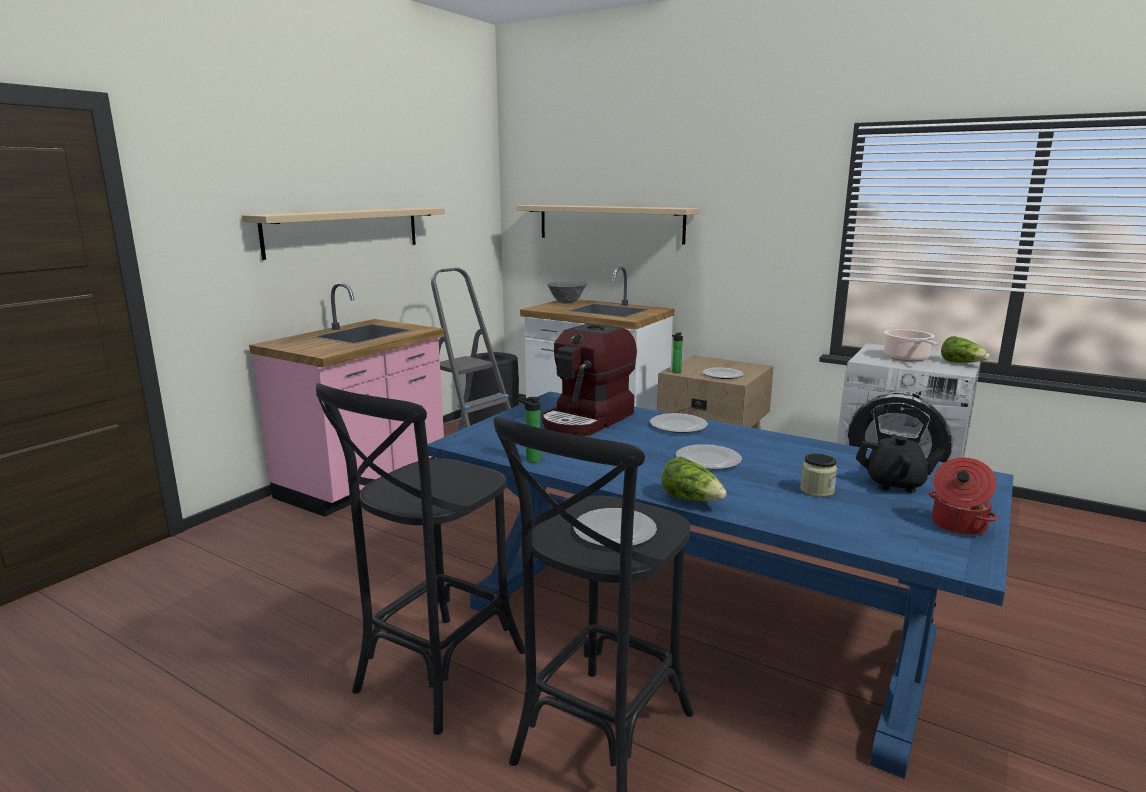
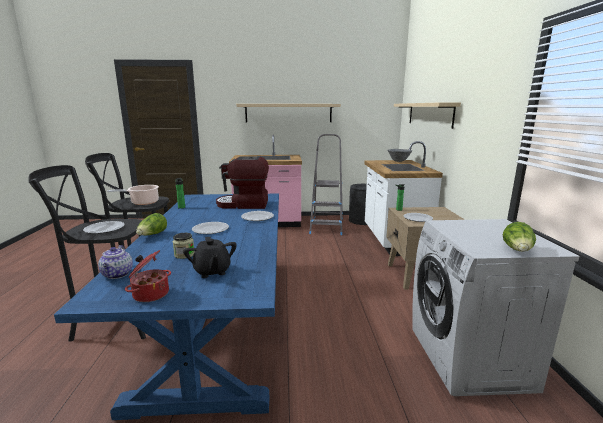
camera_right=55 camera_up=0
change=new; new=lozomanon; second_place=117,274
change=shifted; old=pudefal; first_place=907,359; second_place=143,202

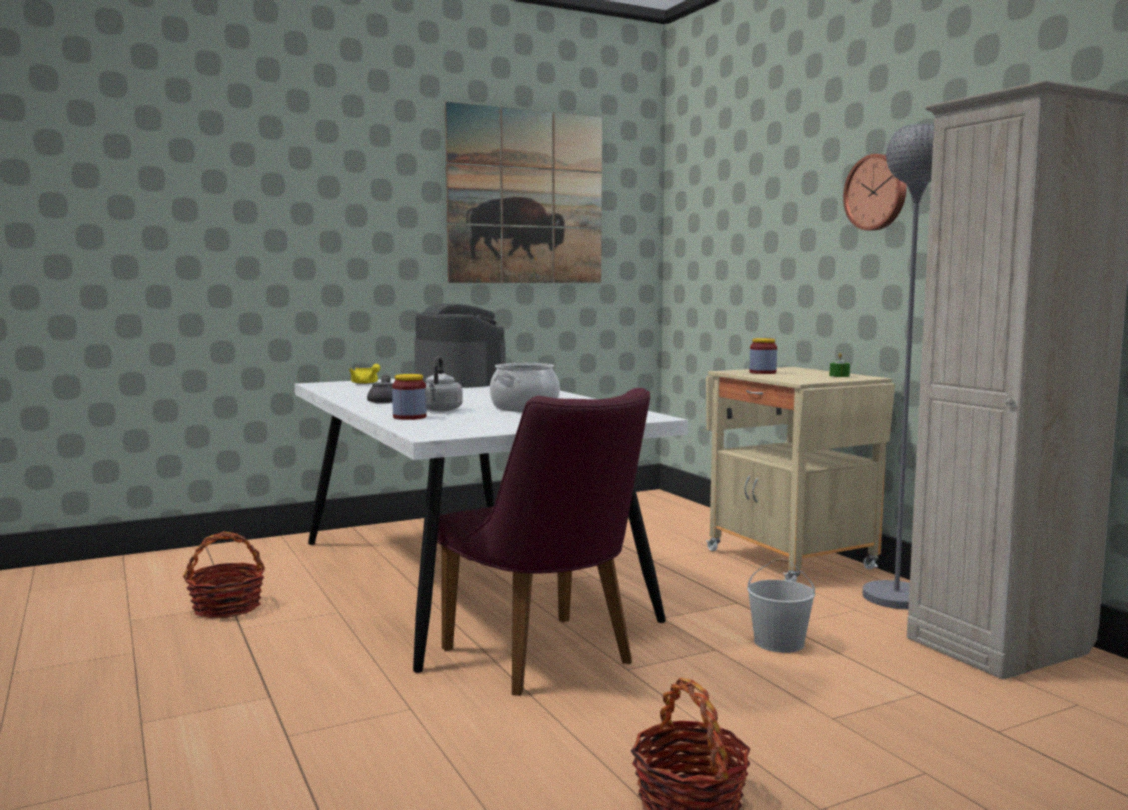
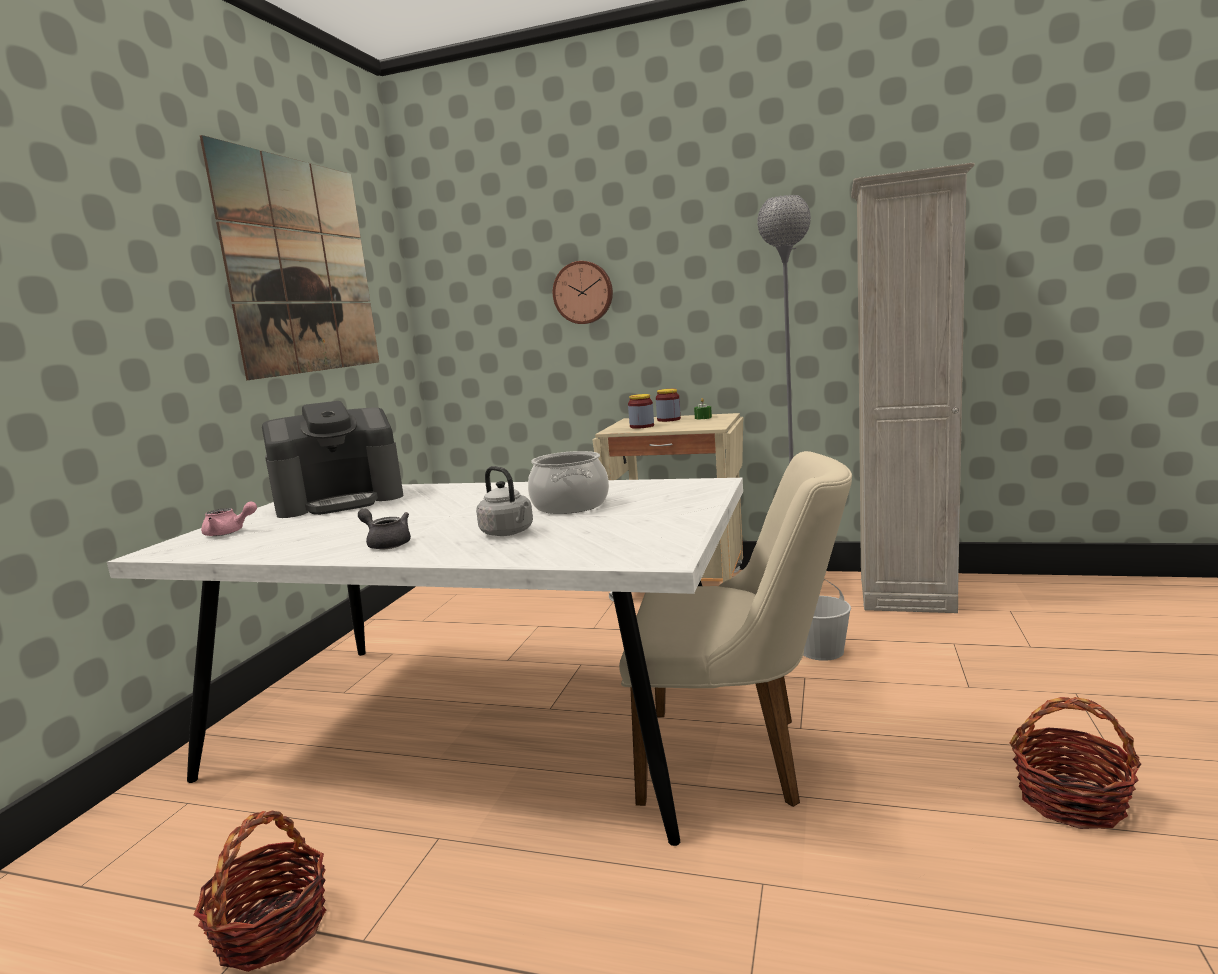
camera_right=-45 camera_up=5
change=shifted; old=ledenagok; first_place=409,417; second_place=668,419
change=shifted; old=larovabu; first_place=877,192; second_place=583,292
change=repainted; old=yellow lozomanon; new=pink lozomanon; first_place=366,383; second_place=229,532
change=repainted; old=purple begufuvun; new=beige begufuvun; first_place=548,660; second_place=739,757
change=rotated; old=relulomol; first_place=459,382; second_place=340,501; degrees=150

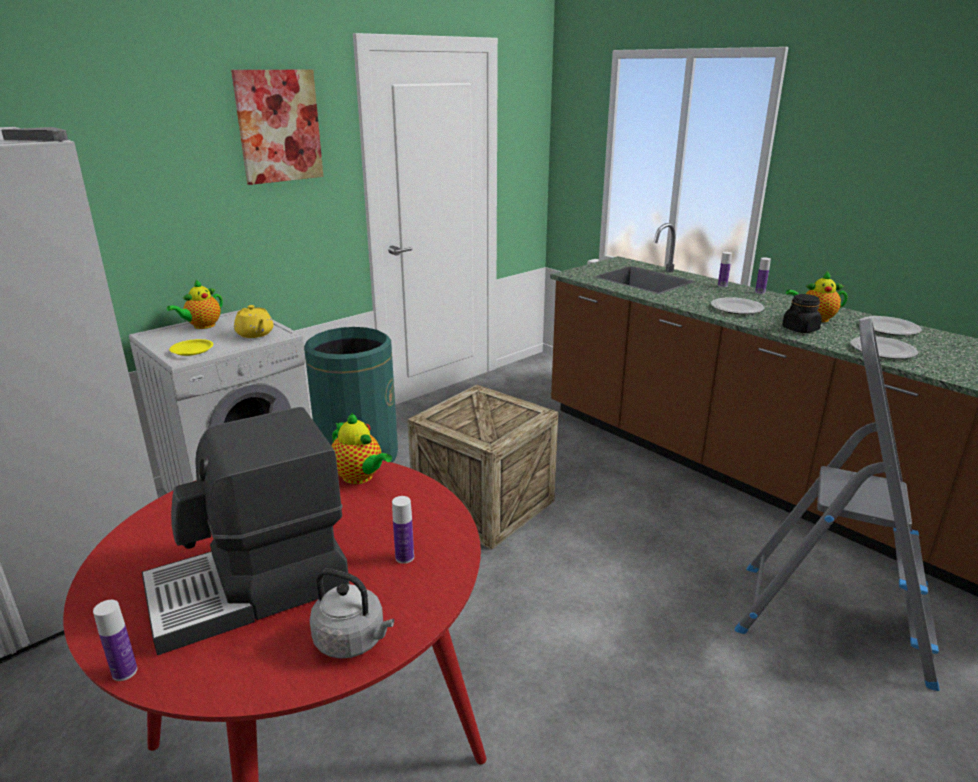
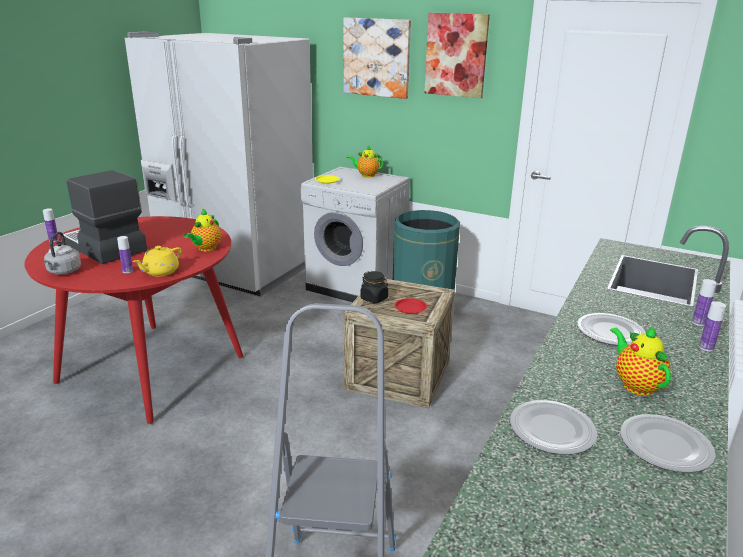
camera_right=70 camera_up=0
change=new; new=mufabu; second_place=377,57
change=new; new=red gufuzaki; second_place=410,308
change=shifted; old=yellow lozomanon; first_place=255,334; second_place=160,272
change=shifted; old=black ledenagok; first_place=800,329; second_place=374,298

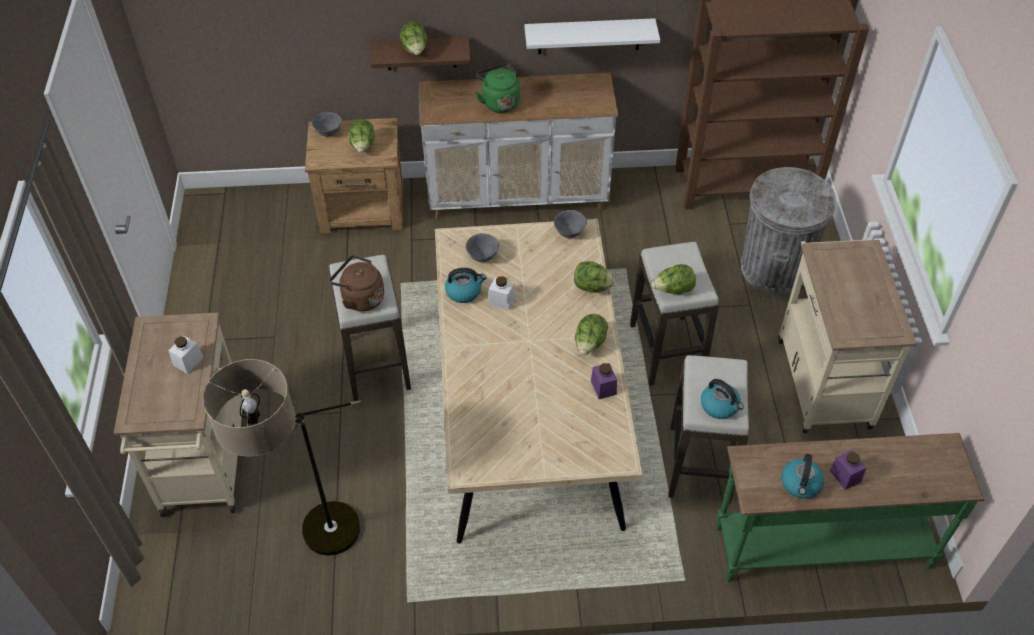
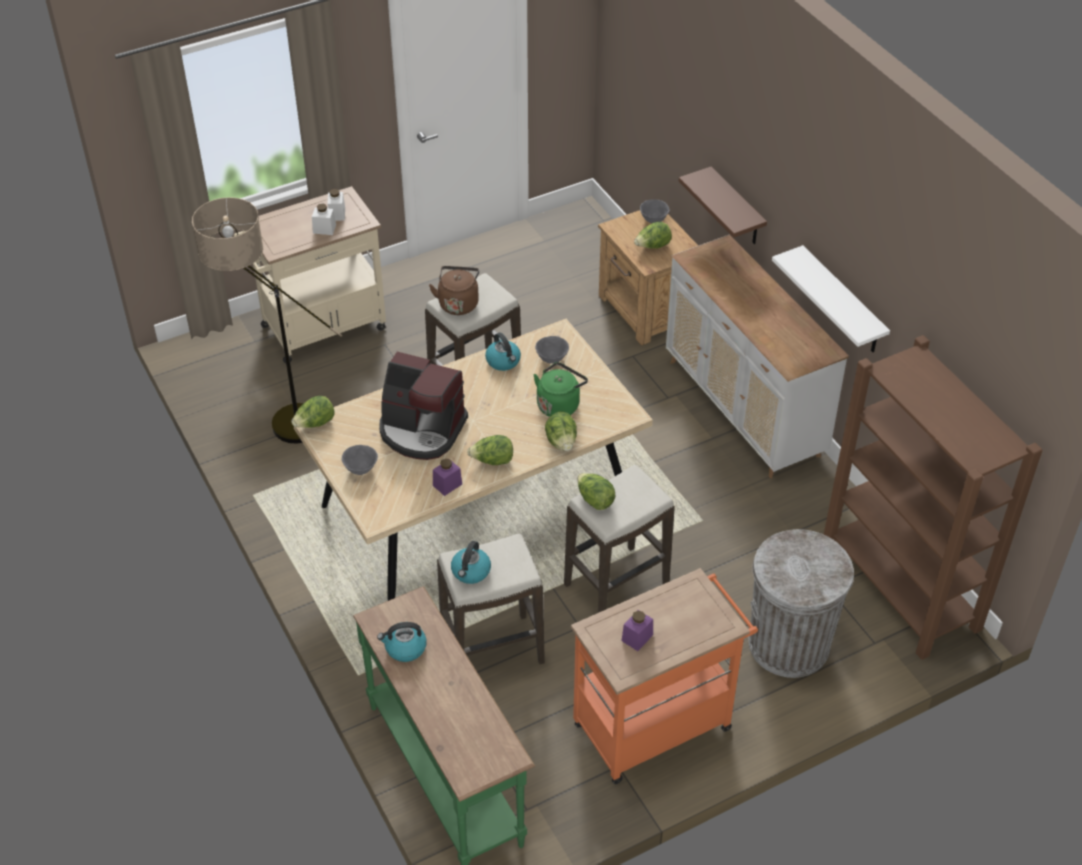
camera_right=65 camera_up=-5
change=new; new=relulomol; second_place=422,430
change=shifted; old=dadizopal; first_place=415,50; second_place=315,424
change=shifted; old=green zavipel; first_place=499,102; second_place=559,404
change=shifted; old=white ledenagok; first_place=501,300; second_place=337,214
change=shifted; old=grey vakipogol; first_place=569,233; second_place=361,469
change=shifted; old=purple ledenagok; first_place=845,476; second_place=637,638
change=repainted; old=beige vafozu; new=orange vafozu; first_place=822,380; second_place=656,725

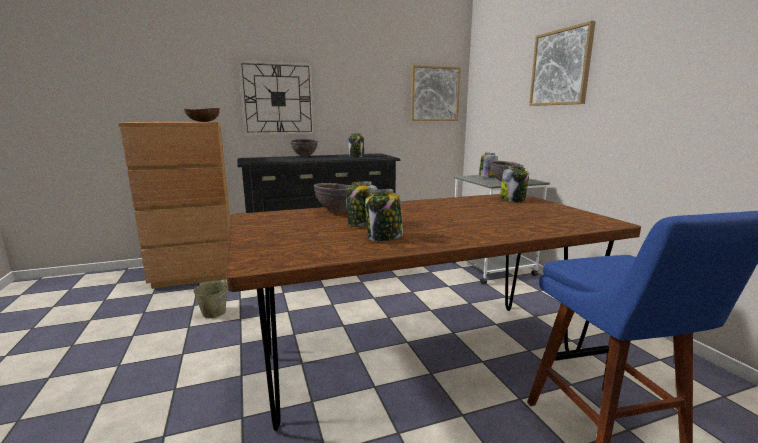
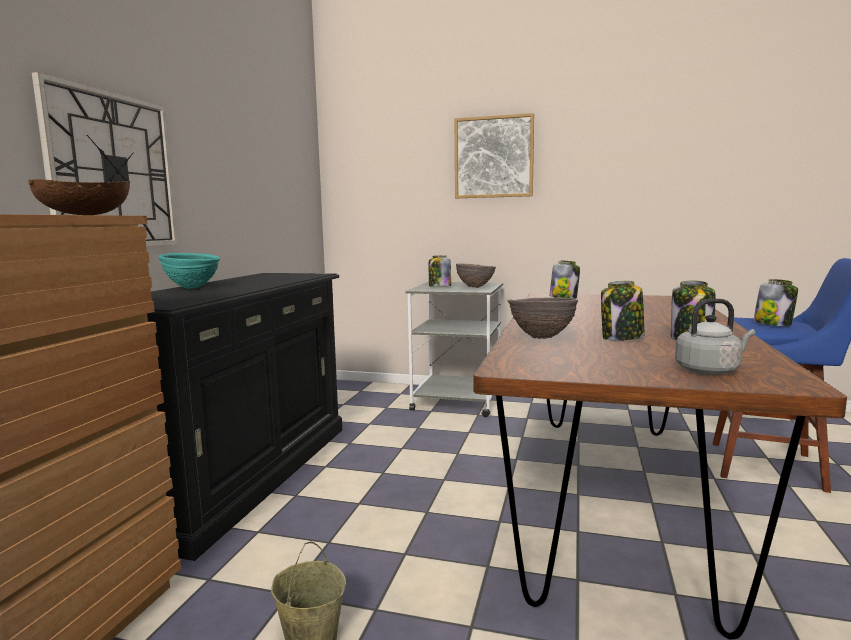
camera_right=-55 camera_up=-5
change=gone; old=mufabu; first_place=434,94
change=new; new=grey zavipel; second_place=710,370
change=shifted; old=ledenagok; first_place=356,156; second_place=773,324
change=repainted; old=brown vakipogol; new=turquoise vakipogol; first_place=304,156; second_place=192,288

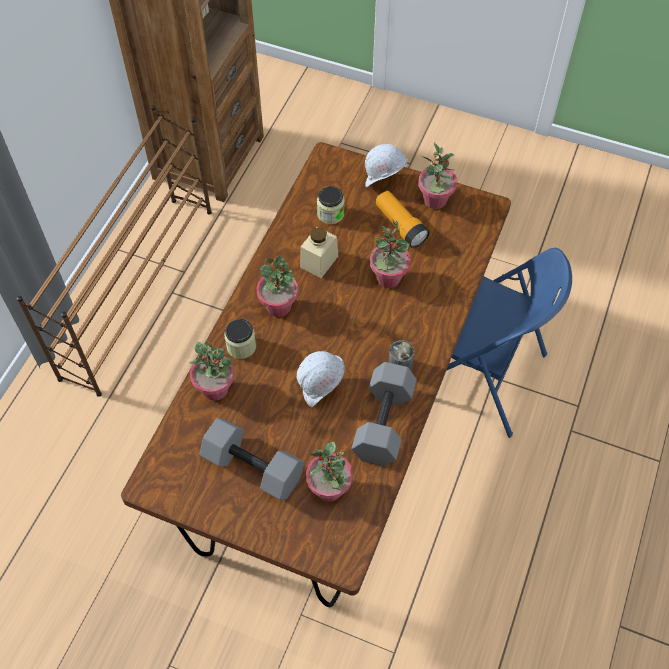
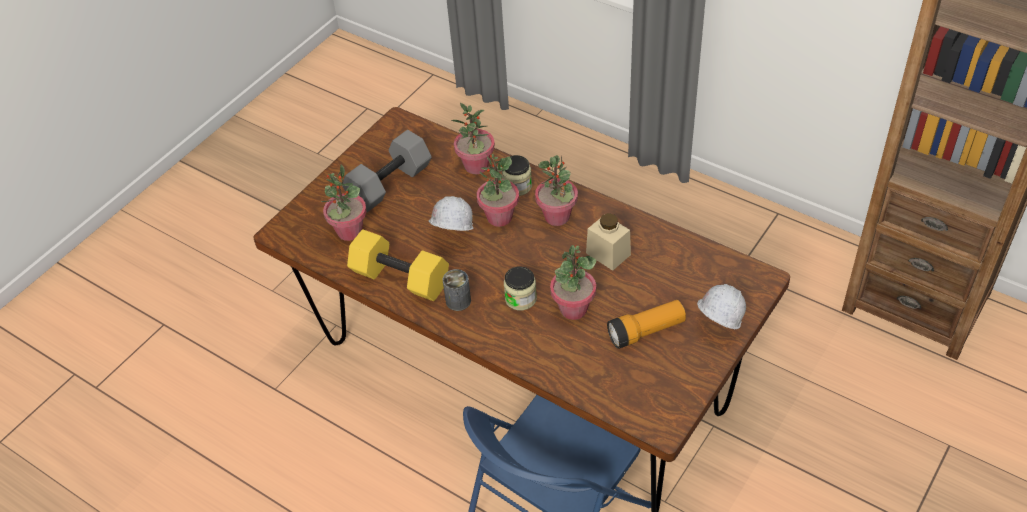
camera_right=105 camera_up=-10
change=gone; old=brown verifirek; first_place=140,290
change=shifted; old=ledenagok; first_place=330,214; second_place=520,299
change=shifted; old=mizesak; first_place=435,200; second_place=499,217
change=repainted; old=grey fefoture; new=yellow fefoture; first_place=385,424; second_place=399,279

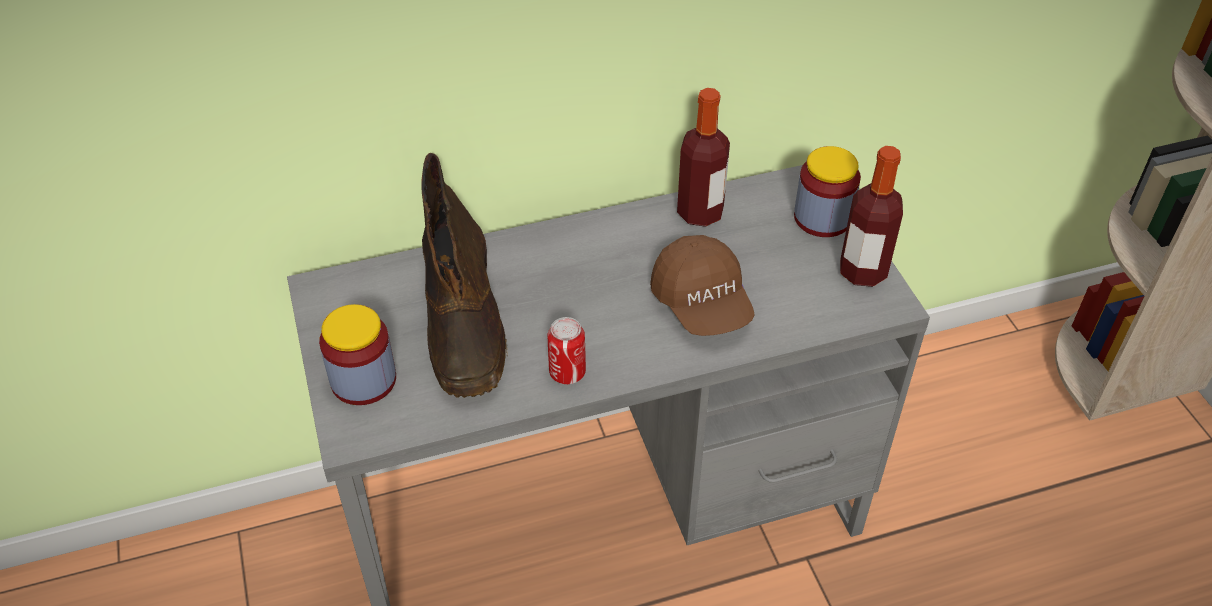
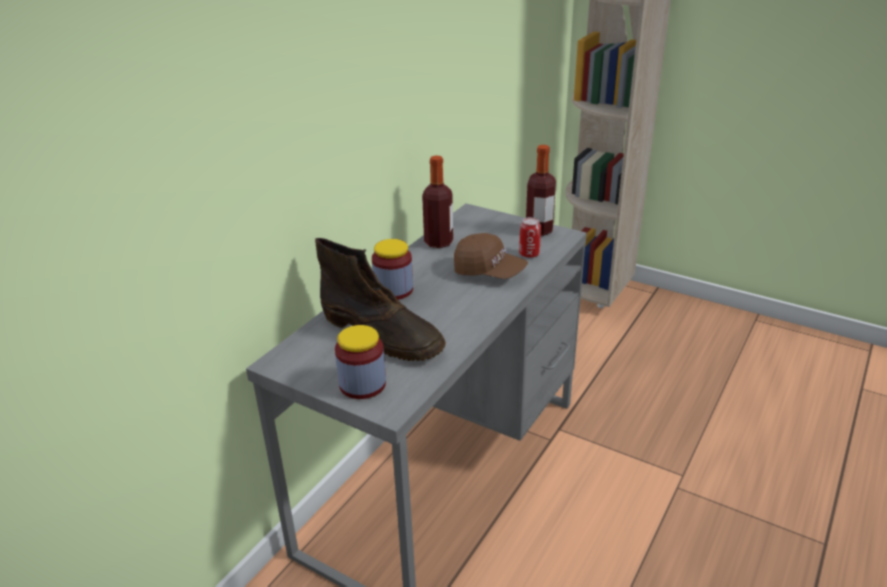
camera_right=-40 camera_up=-15
change=shifted; old=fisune; first_place=567,372; second_place=529,254
change=shifted; old=ledenagok; first_place=822,218; second_place=393,290

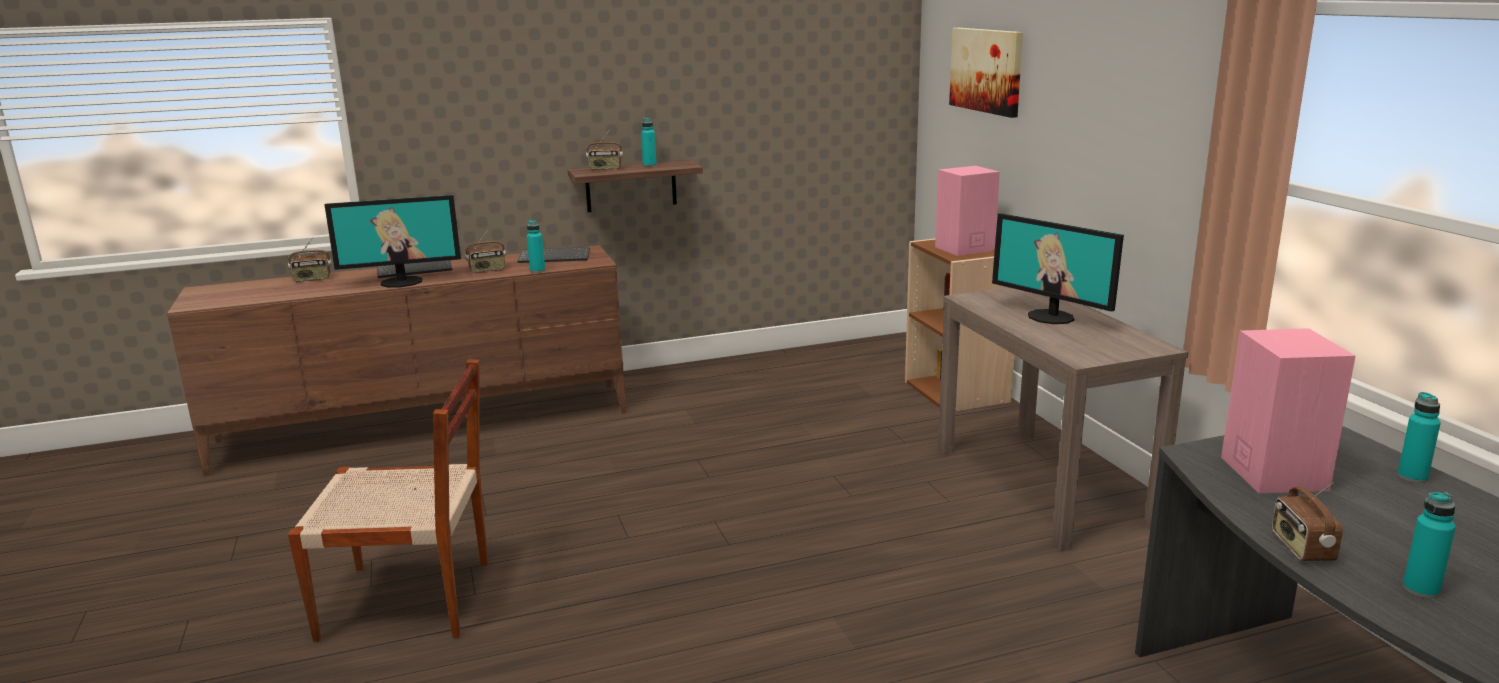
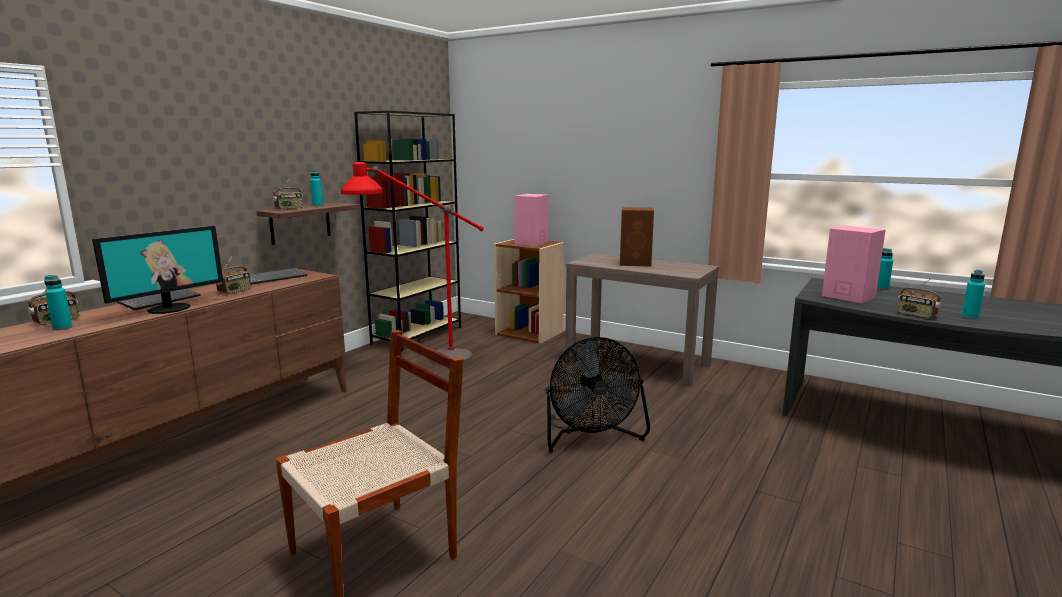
camera_right=-40 camera_up=-5
change=gone; old=mufabu; first_place=987,70
change=new; new=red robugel; second_place=420,362
change=new; new=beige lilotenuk; second_place=417,335
change=new; new=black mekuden; second_place=587,437
change=shifted; old=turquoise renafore; first_place=537,270; second_place=62,328
change=swapped; old=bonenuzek; new=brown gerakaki; first_place=1051,317; second_place=636,263

